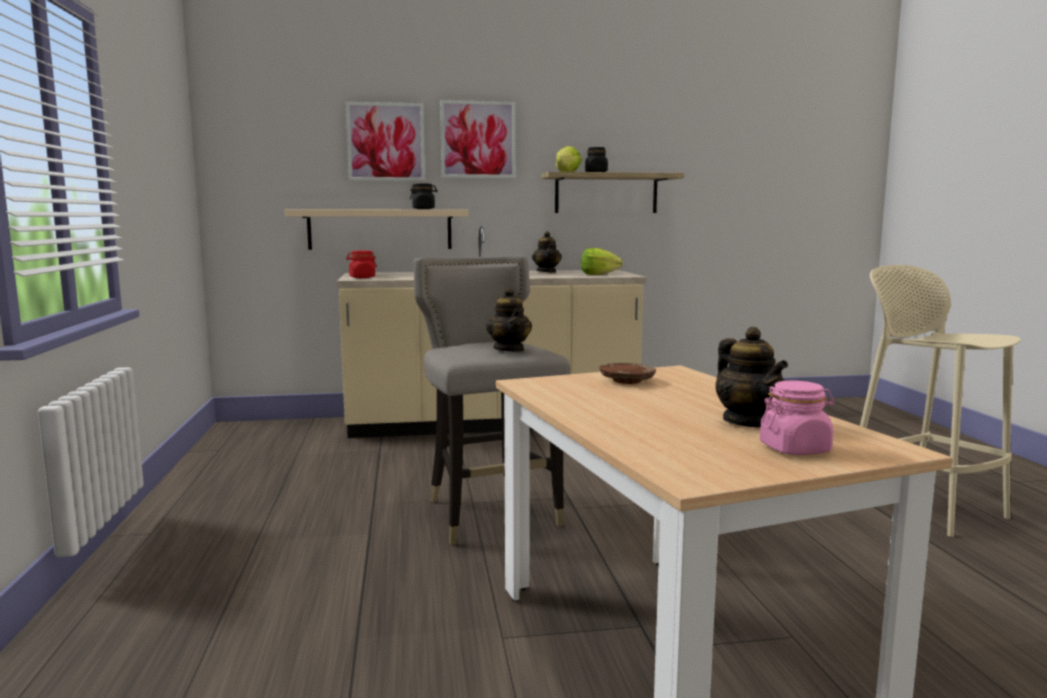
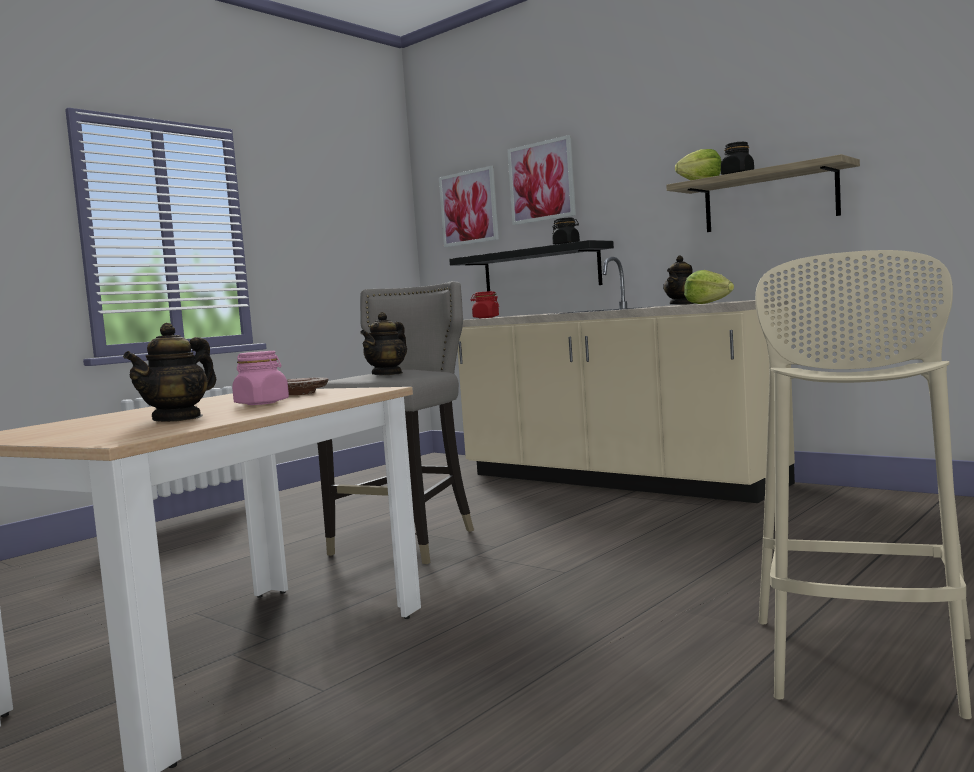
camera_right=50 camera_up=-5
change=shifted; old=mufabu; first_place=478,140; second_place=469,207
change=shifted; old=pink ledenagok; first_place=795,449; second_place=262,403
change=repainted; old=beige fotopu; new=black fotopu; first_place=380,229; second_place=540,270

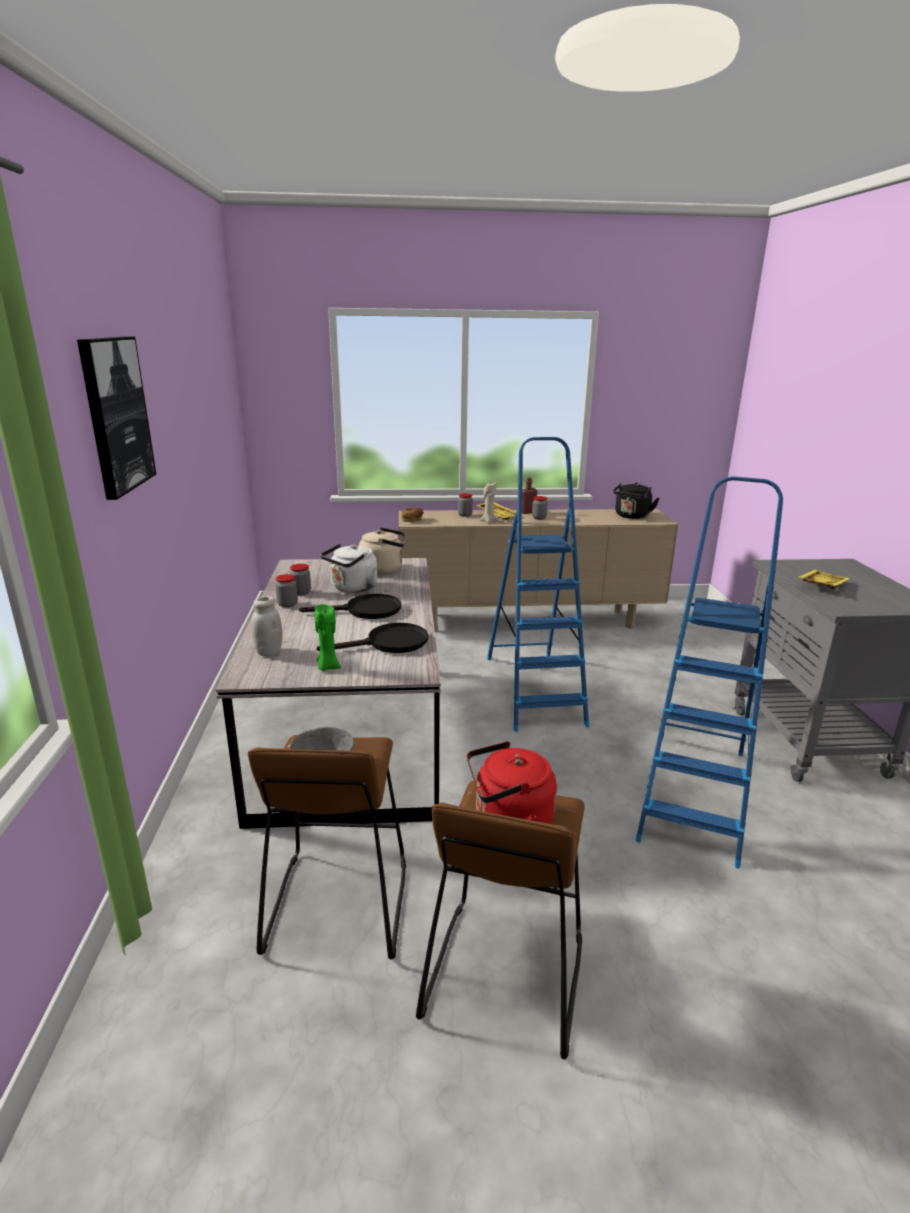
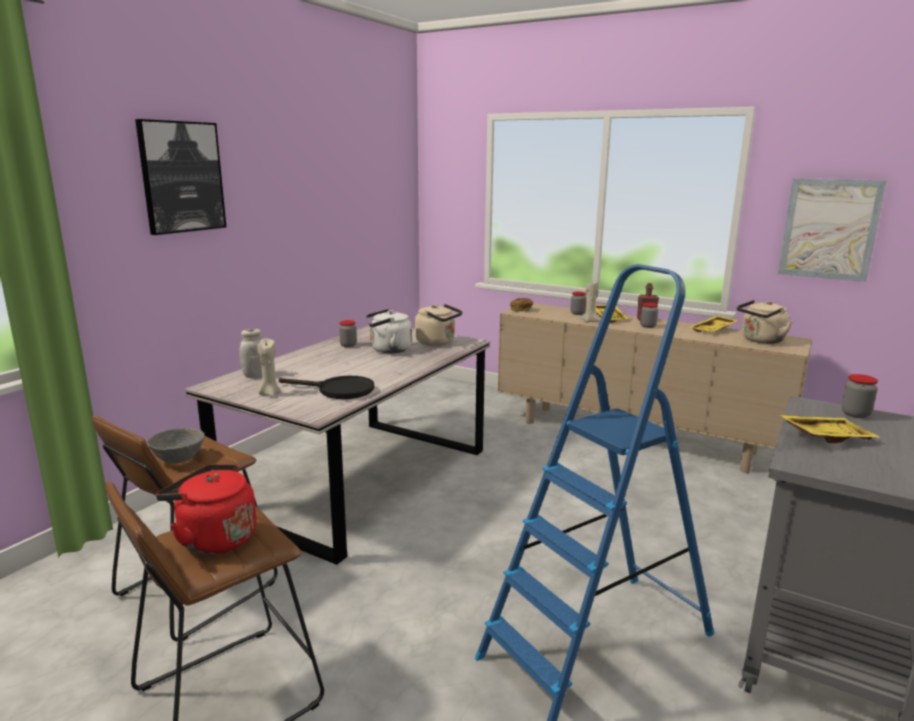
camera_right=35 camera_up=-5
change=gone; old=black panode; first_place=365,611
change=gone; old=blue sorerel; first_place=534,689
change=new; new=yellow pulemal; second_place=713,330
change=new; new=mufabu; second_place=829,229
change=shifted; old=ledenagok; first_place=287,604; second_place=855,414
change=repainted; old=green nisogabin; new=beige nisogabin; first_place=327,667; second_place=269,394
change=repainted; old=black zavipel; new=beige zavipel; first_place=631,516; second_place=760,340

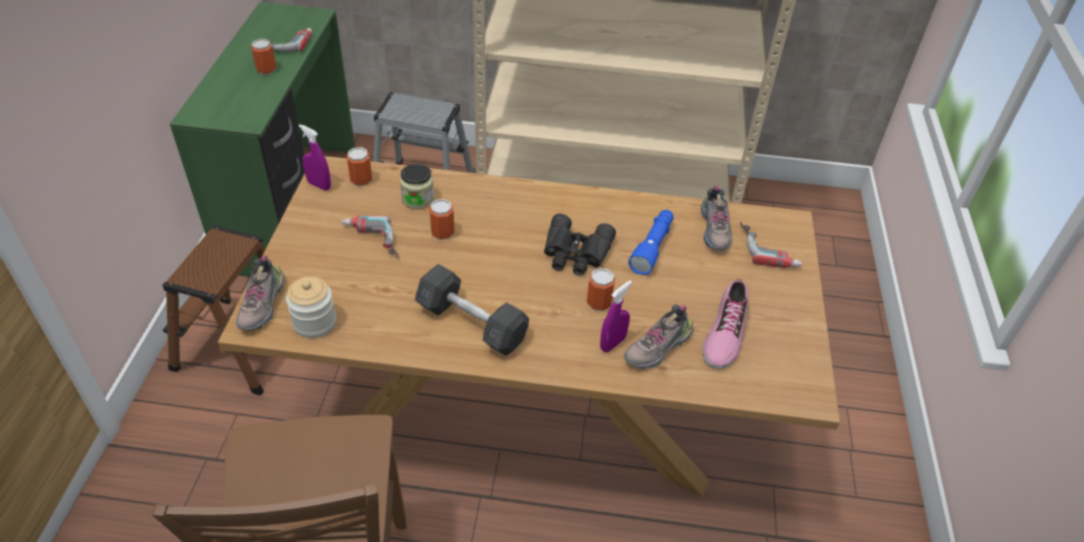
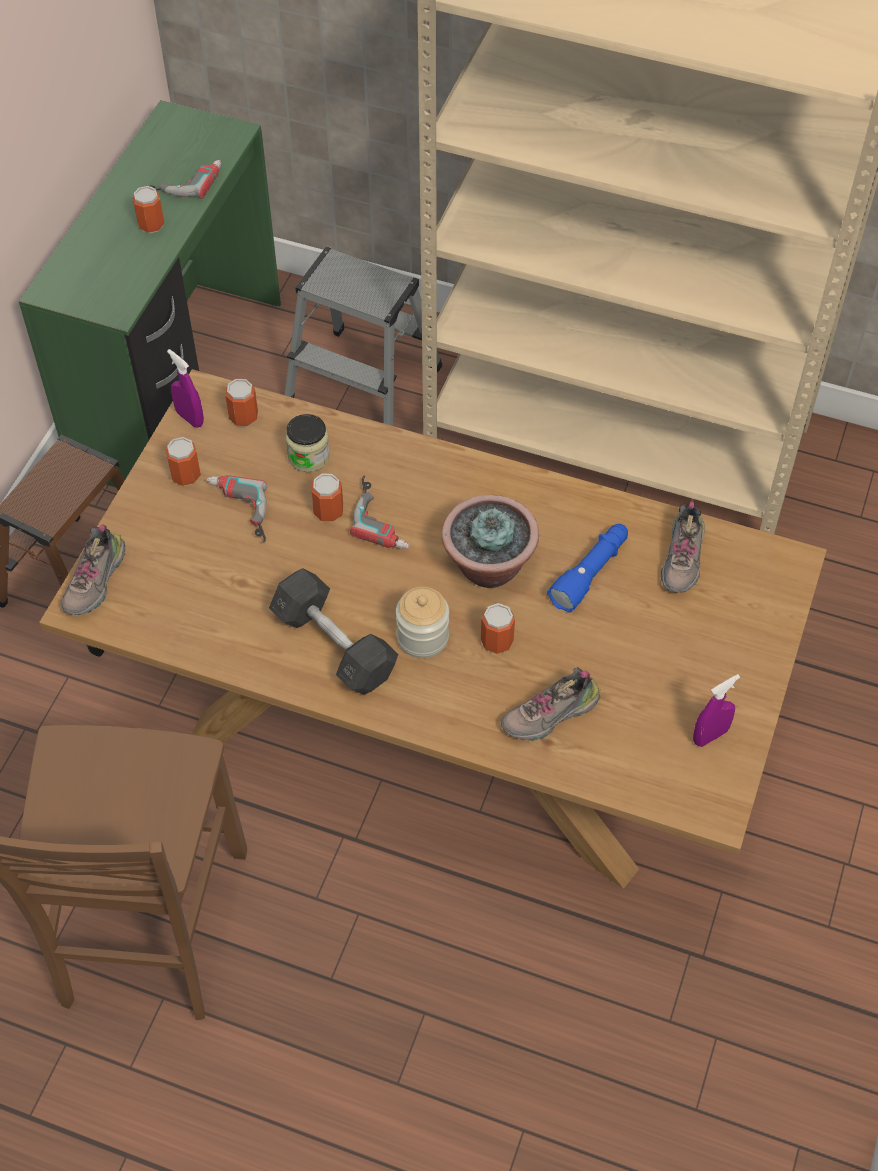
camera_right=15 camera_up=10
change=gone; old=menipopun; first_place=724,332
change=new; new=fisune; second_place=186,475
change=shifted; old=ledenagok; first_place=314,322; second_place=422,637
change=shifted; old=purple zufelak; first_place=612,343; second_place=710,736
change=shifted; old=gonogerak; first_place=769,248; second_place=385,517
change=swapped; old=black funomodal; new=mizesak; first_place=575,253; second_place=488,567

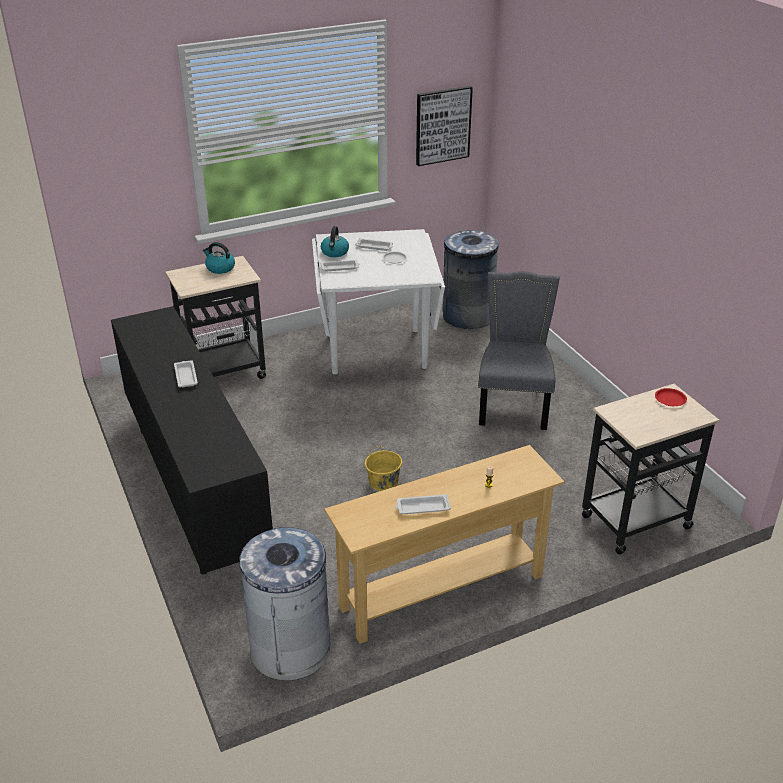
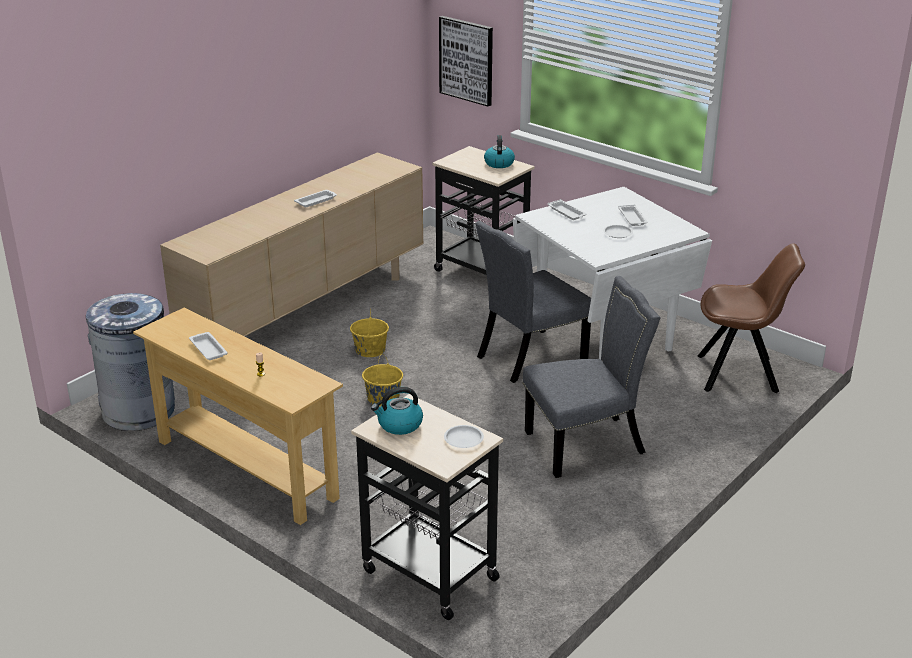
camera_right=65 camera_up=-5
change=new; new=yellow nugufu; second_place=370,350
change=new; new=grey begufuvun; second_place=532,356
change=shifted; old=zavipel; first_place=335,252; second_place=399,425
change=shifted; old=mufabu; first_place=442,125; second_place=467,60
change=swapped; old=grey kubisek; new=brown begufuvun; first_place=467,316; second_place=738,374
change=repainted; old=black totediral; new=beige totediral; first_place=194,489; second_place=306,311
change=repainted; old=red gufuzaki; new=white gufuzaki; first_place=670,399; second_place=464,439

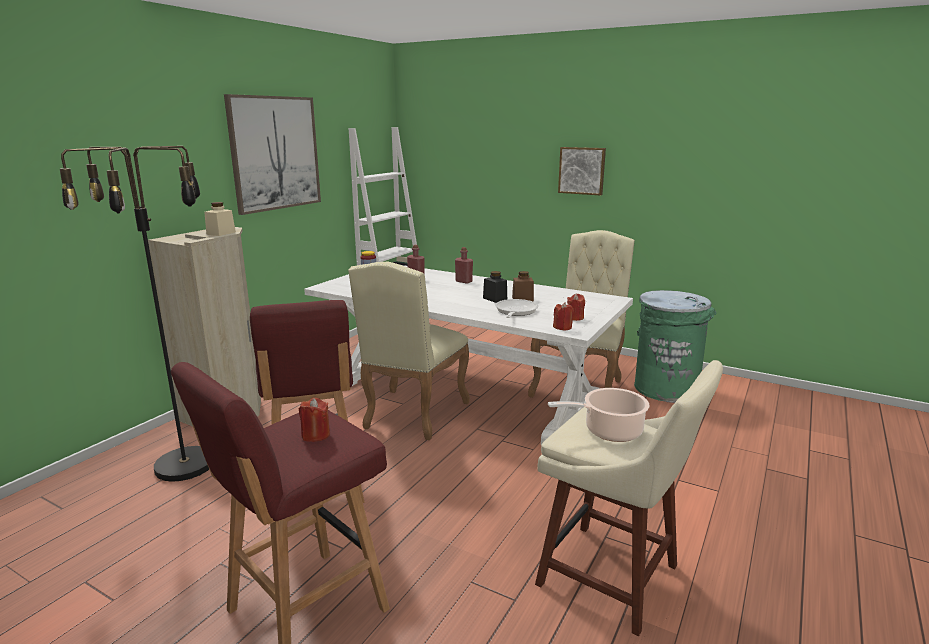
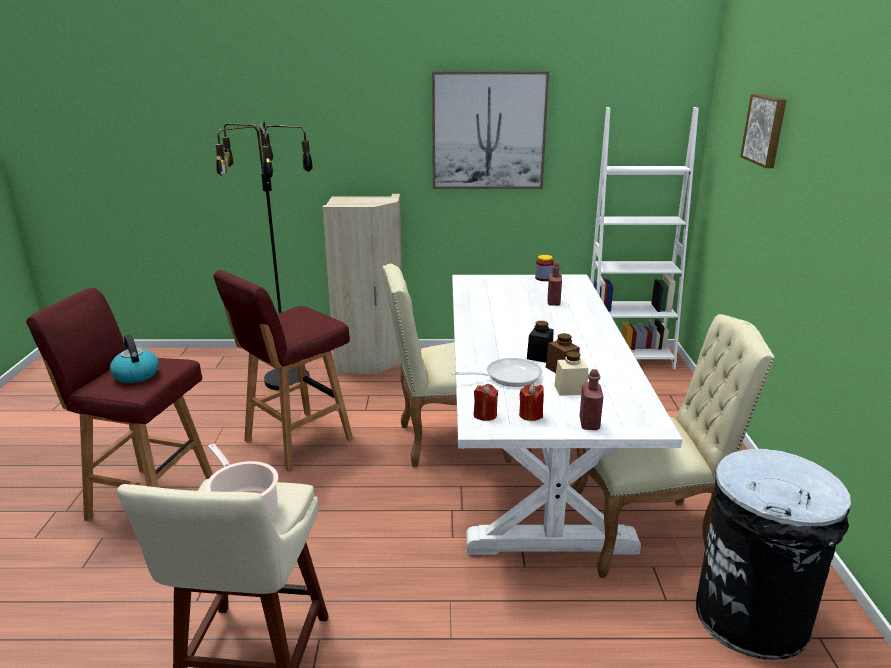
camera_right=60 camera_up=5
change=shifted; old=beige ledenagok; first_place=221,233; second_place=570,389
change=shifted; old=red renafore; first_place=463,281; second_place=589,423
change=shifted; old=mufabu; first_place=582,170; second_place=765,130
change=swapped; old=red nisogabin; new=zavipel; first_place=315,435; second_place=136,374
change=repainted; old=green kubisek; new=black kubisek; first_place=665,388; second_place=752,616

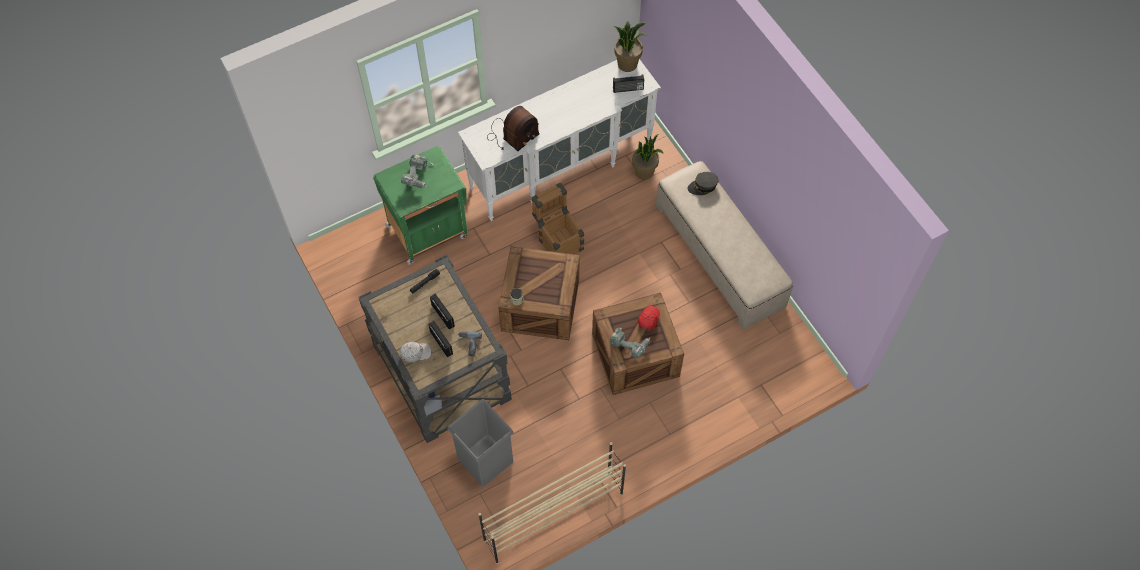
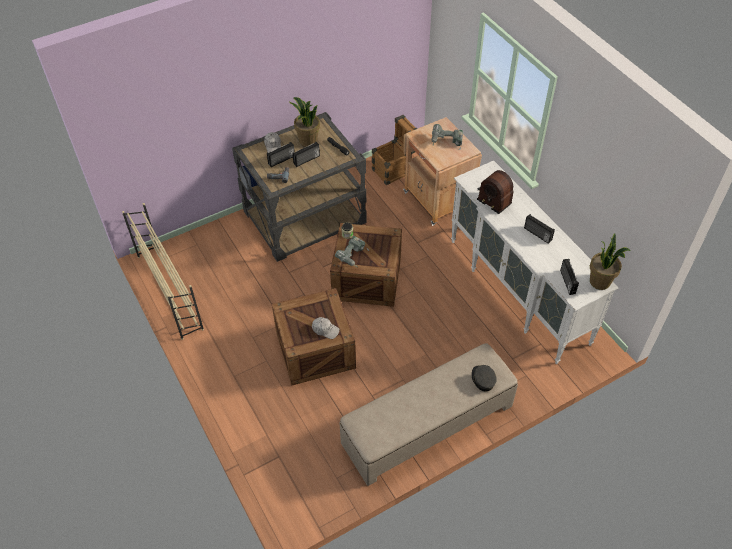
camera_right=90 camera_up=-10
change=gone; old=grey kubisek; first_place=485,460
change=new; new=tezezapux; second_place=537,234
change=shifted; old=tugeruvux; first_place=558,240; second_place=394,170
change=shifted; old=gonogerak; first_place=630,344; second_place=353,257
change=shifted; old=mizesak; first_place=644,172; second_place=308,141
change=repainted; old=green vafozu; new=brown vafozu; first_place=428,231; second_place=438,202
change=repainted; old=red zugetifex; new=white zugetifex; first_place=648,319; second_place=325,330

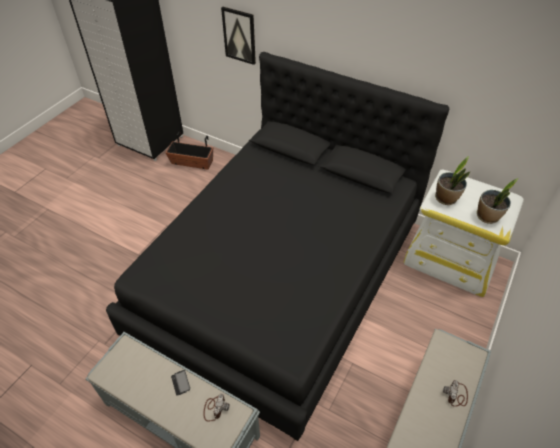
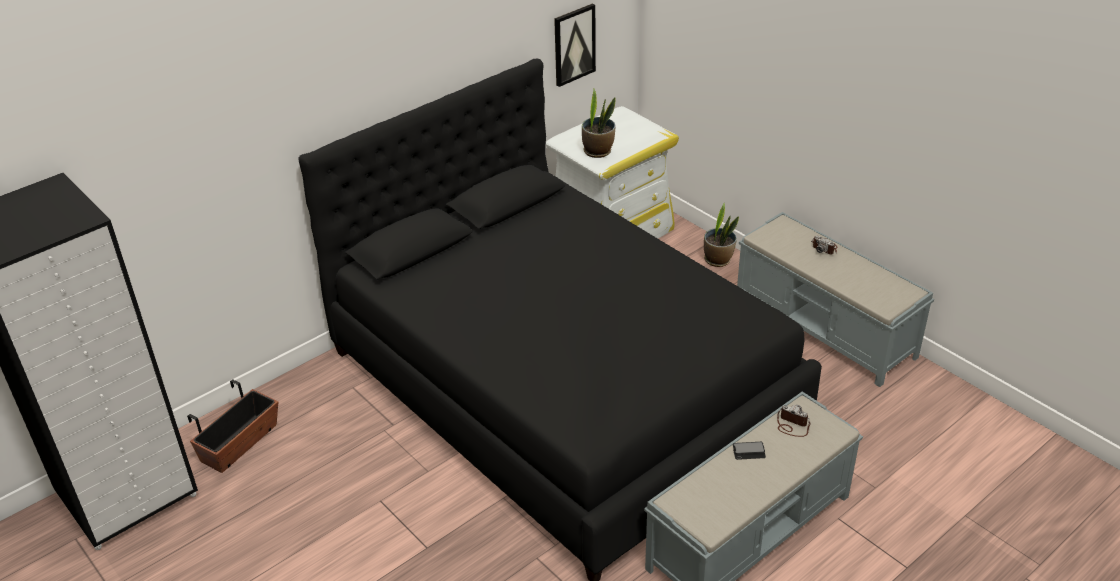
camera_right=-70 camera_up=-10
change=shifted; old=mufabu; first_place=239,35; second_place=574,44
change=shifted; old=mizesak; first_place=488,216; second_place=718,260

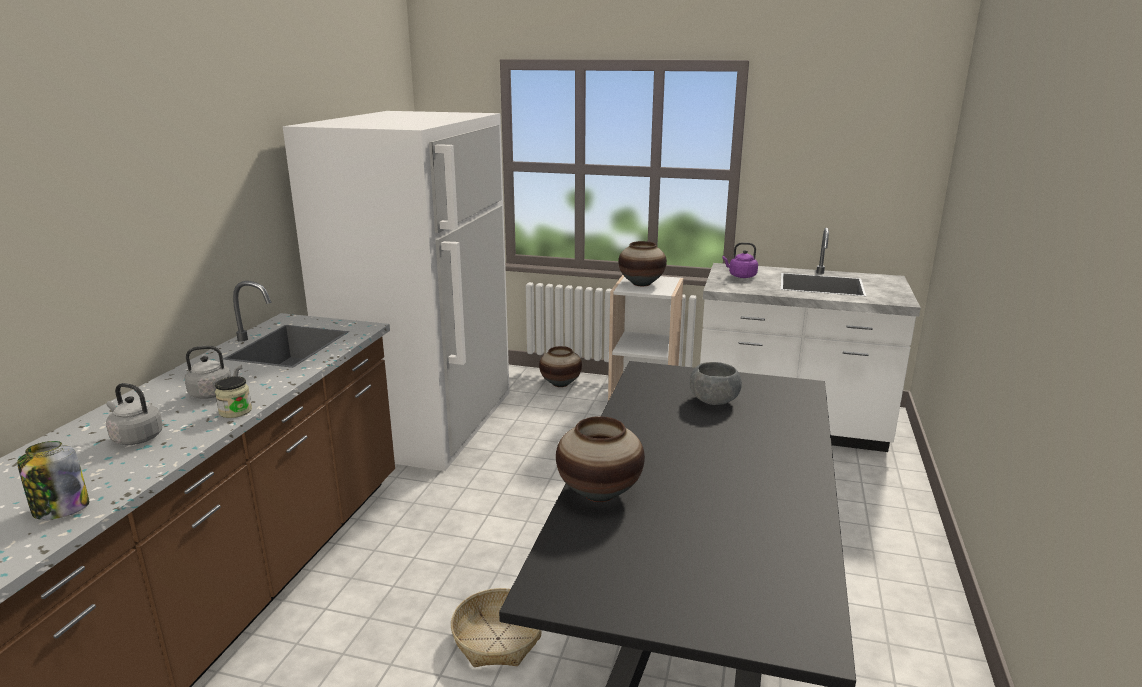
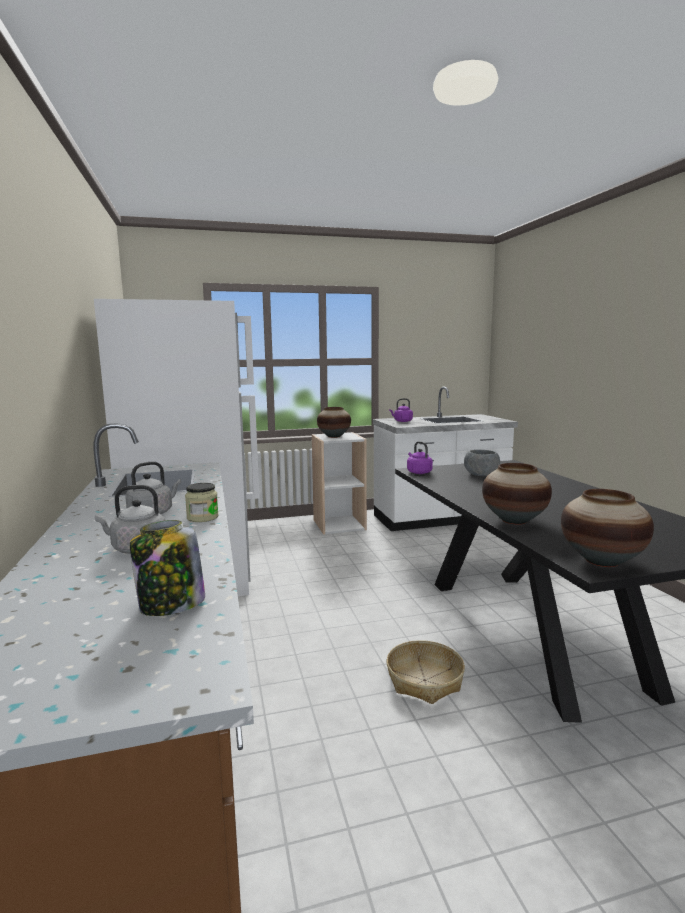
camera_right=-30 camera_up=-10
change=new; new=purple zavipel; second_place=418,472
change=shifted; old=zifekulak; first_place=560,384; second_place=601,561

